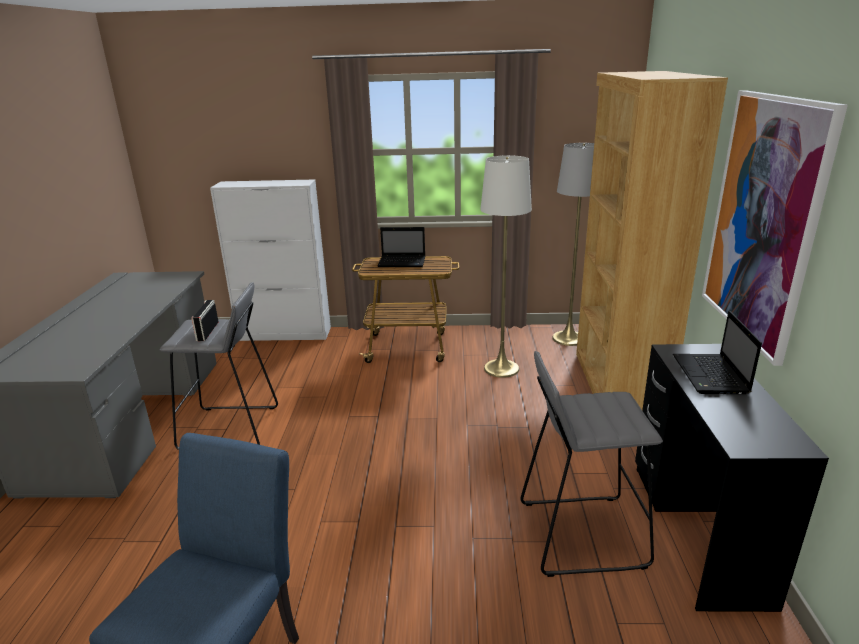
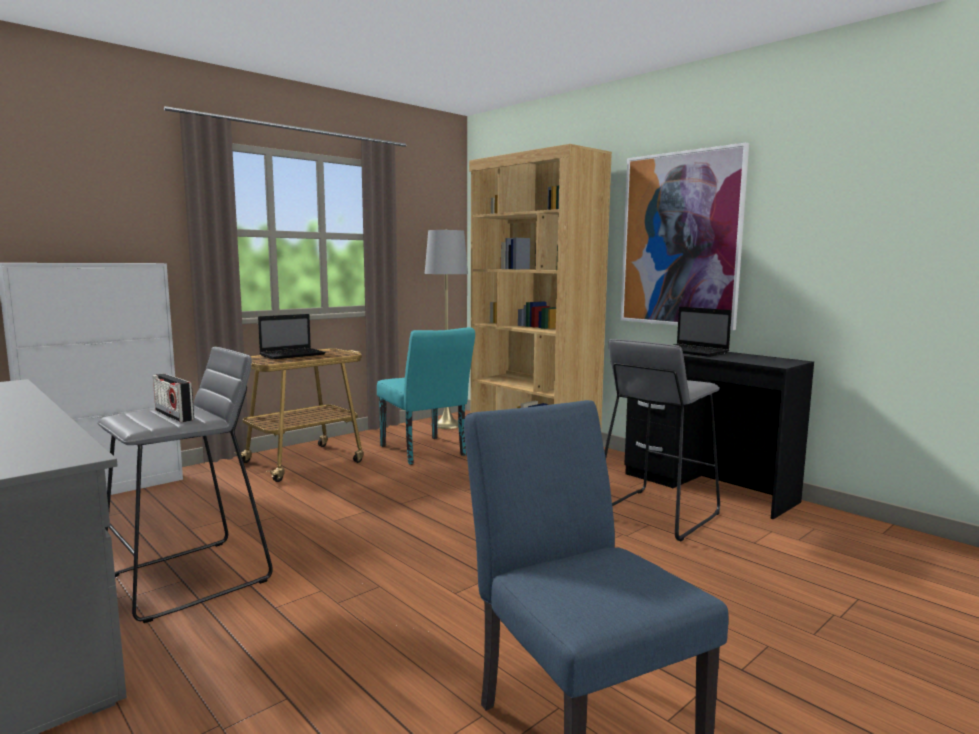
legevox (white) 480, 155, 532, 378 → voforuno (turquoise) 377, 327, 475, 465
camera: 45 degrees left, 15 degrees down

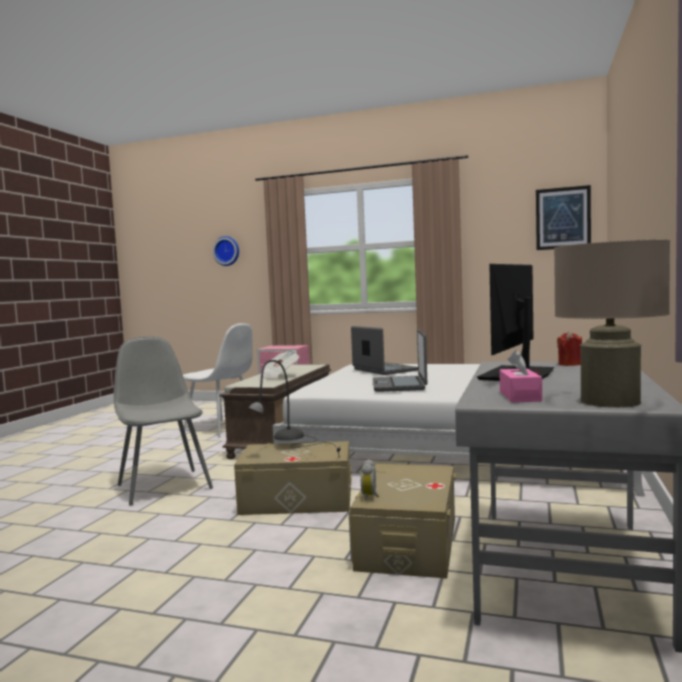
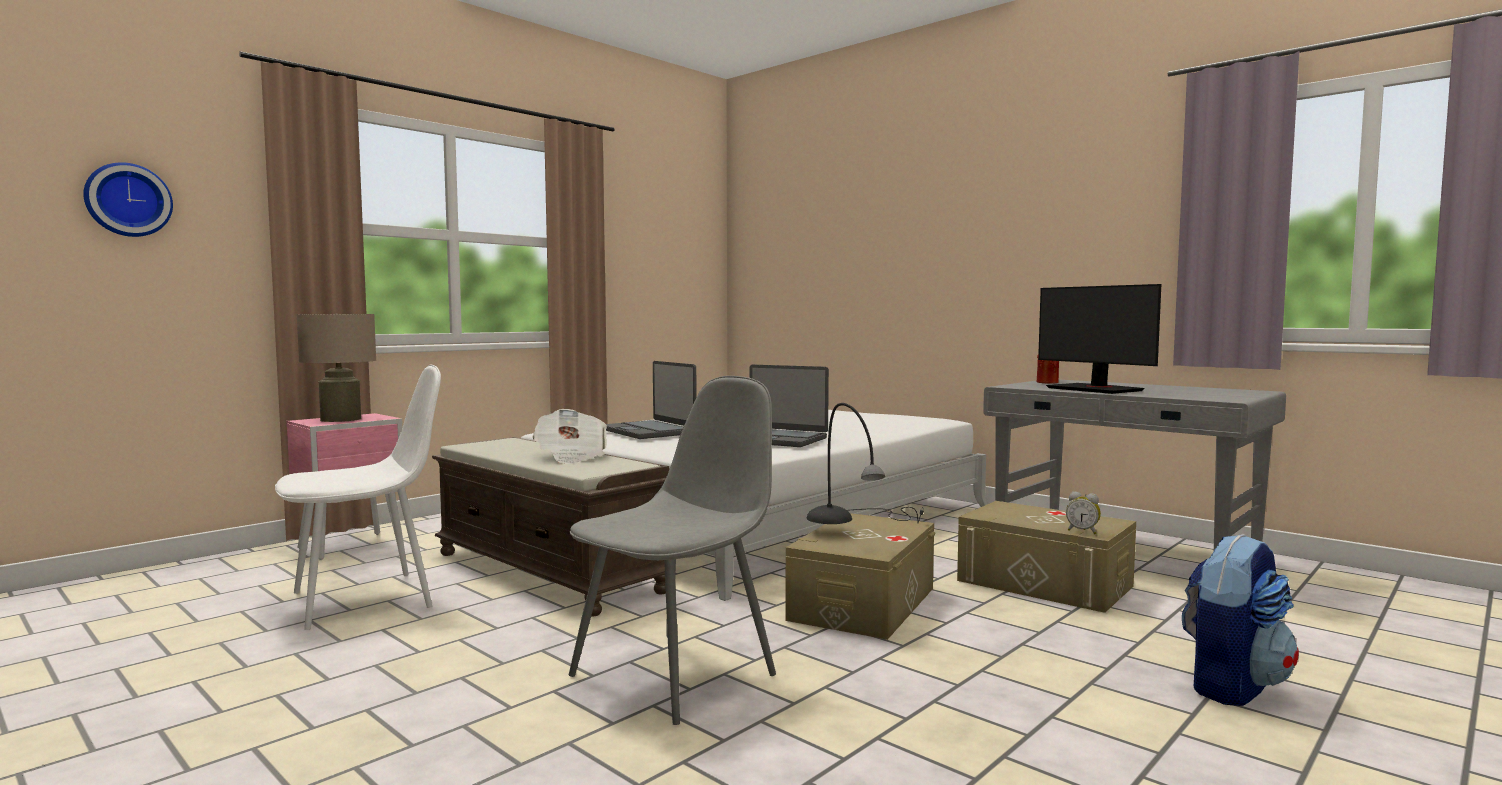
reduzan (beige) 554, 240, 670, 408 → reduzan (beige) 296, 314, 376, 422, relocated
voforuno (grey) 114, 336, 213, 506 → voforuno (grey) 569, 376, 776, 725, 135 degrees clockwise
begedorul 351, 326, 418, 375 → begedorul 606, 361, 697, 439, 120 degrees counterclockwise
- → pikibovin 1182, 534, 1299, 706
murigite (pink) 499, 350, 542, 402 → -
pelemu 536, 185, 591, 250 → -
camera: 65 degrees left, 0 degrees up

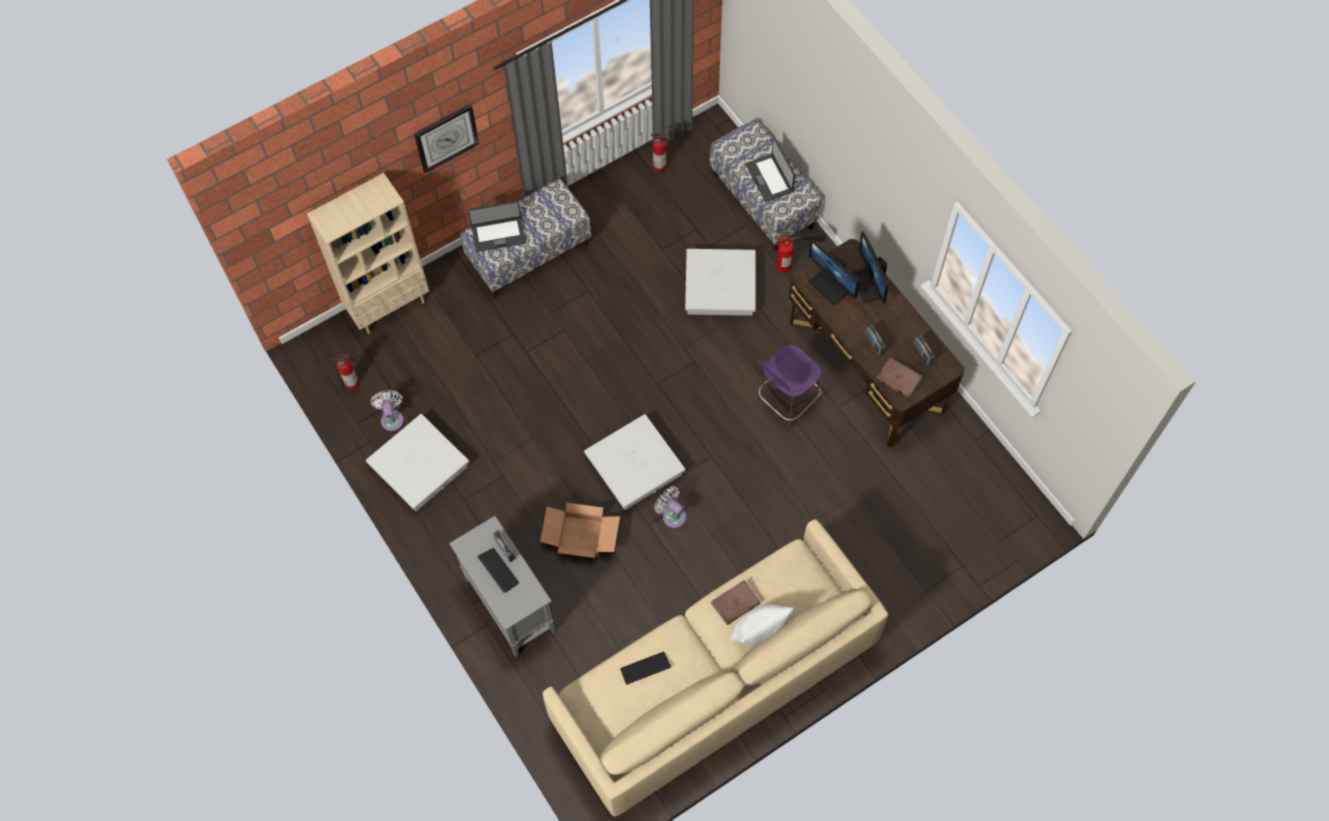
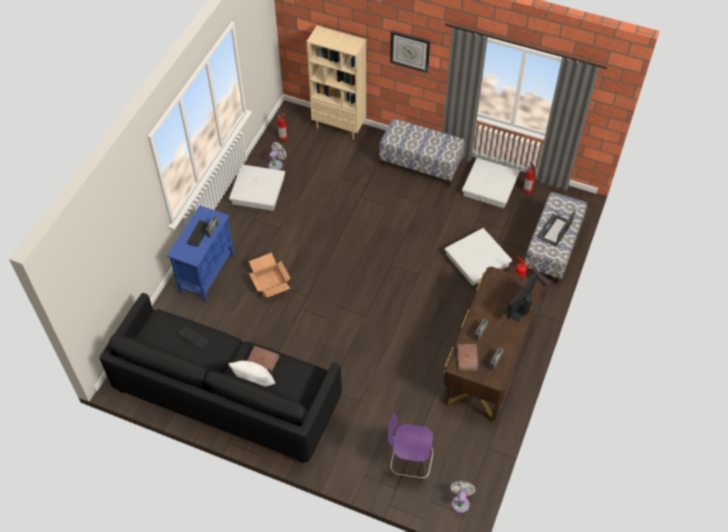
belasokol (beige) 543, 519, 888, 816 → belasokol (black) 100, 293, 342, 463
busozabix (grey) 449, 516, 555, 657 → busozabix (blue) 167, 206, 234, 302
voforuno (purple) 757, 345, 822, 429 → voforuno (purple) 387, 412, 433, 484, relocated
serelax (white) 654, 486, 686, 528 → serelax (white) 450, 481, 475, 513, relocated
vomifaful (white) 584, 414, 685, 510 → vomifaful (white) 462, 158, 520, 208, relocated
begedorul 468, 201, 526, 252 → -
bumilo 809, 239, 860, 305 → -
camera: 55 degrees right, 10 degrees down

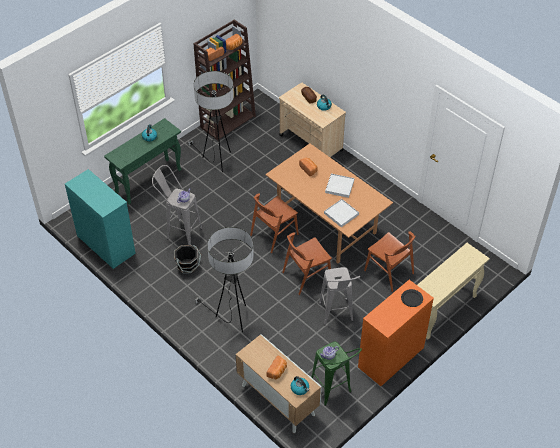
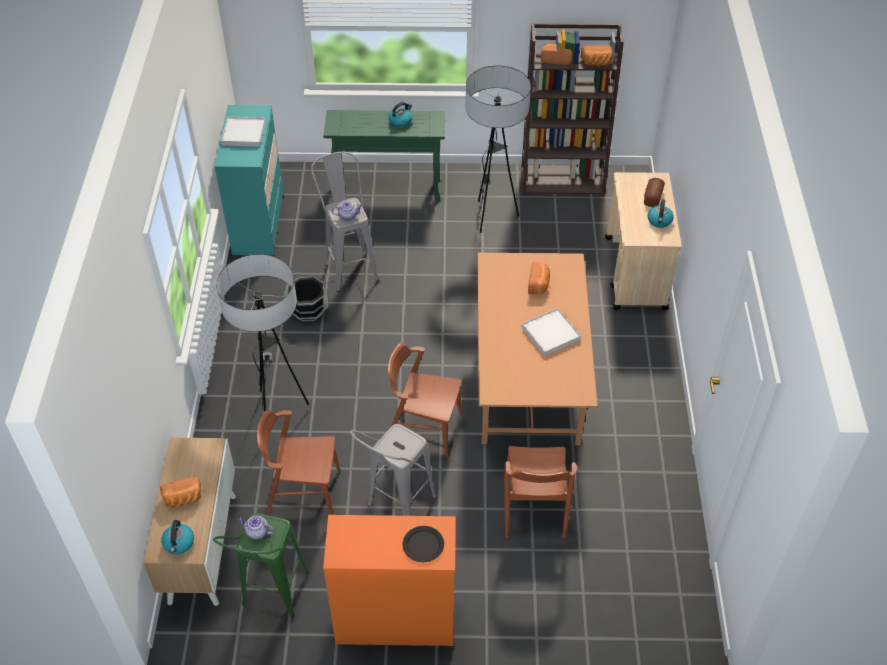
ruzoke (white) 324, 199, 359, 227 → ruzoke (white) 221, 117, 266, 147, relocated
voforuno (brown) 250, 193, 299, 253 → voforuno (brown) 257, 410, 340, 515, relocated
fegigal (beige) 417, 243, 490, 339 → -
camera: 45 degrees right, 0 degrees up

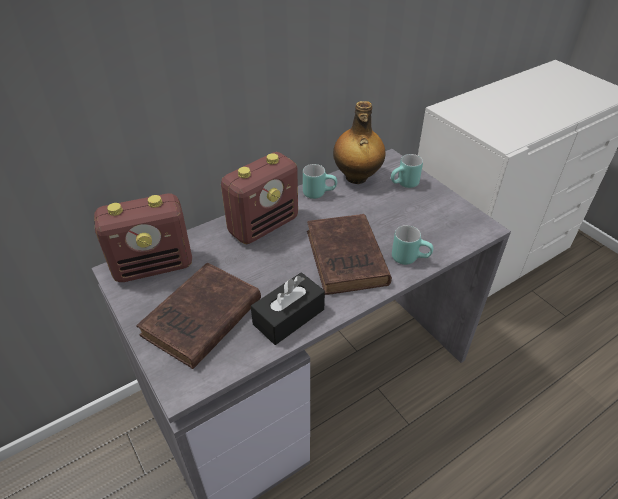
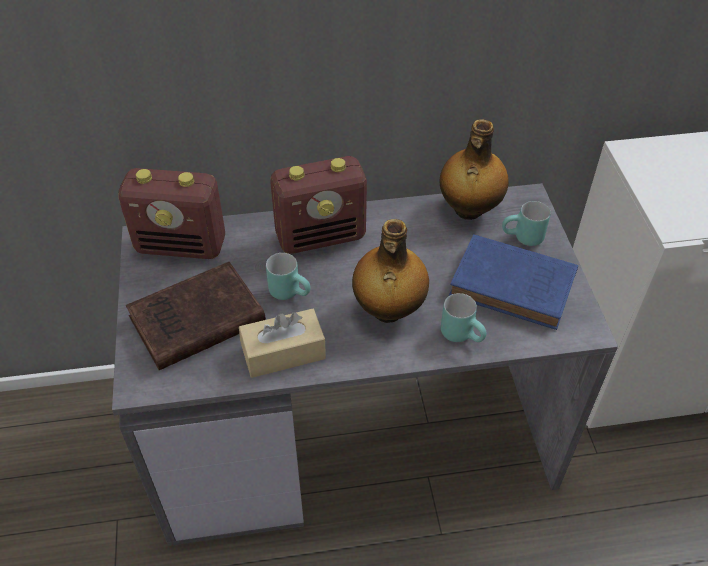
murigite (black) 251, 273, 325, 345 → murigite (beige) 239, 309, 326, 378
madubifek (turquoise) 303, 164, 337, 199 → madubifek (turquoise) 266, 253, 311, 300, relocated
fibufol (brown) 307, 214, 392, 295 → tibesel 352, 219, 429, 323
- → fibufol (blue) 449, 234, 578, 330
camera: 25 degrees right, 5 degrees up

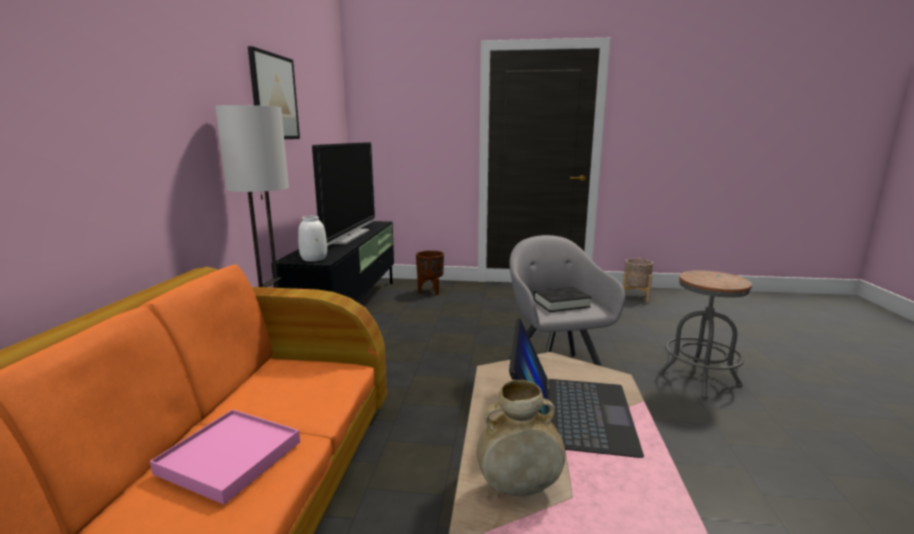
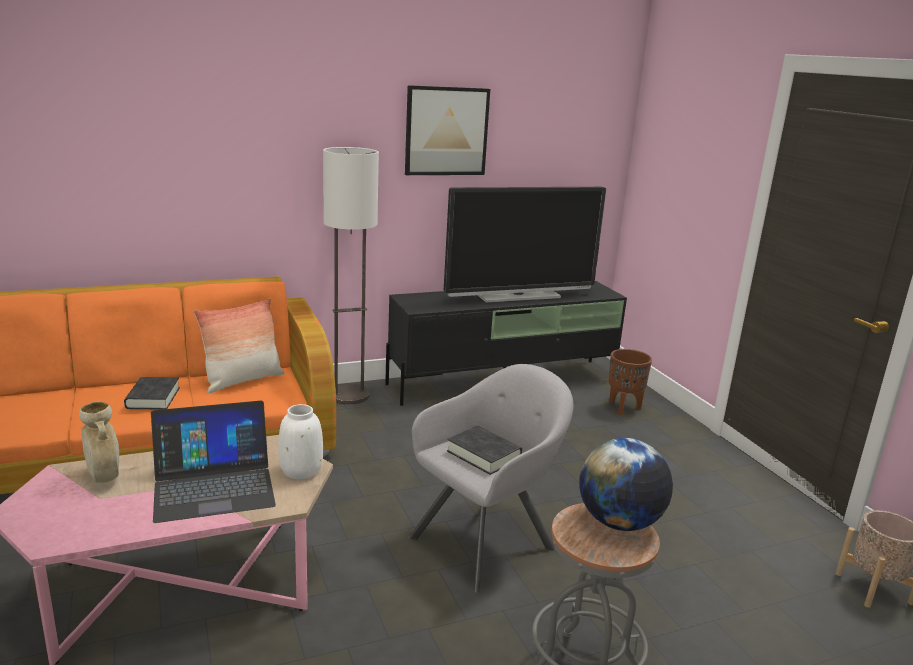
ruzoke (pink) 150, 409, 300, 505 → fibufol (black) 124, 377, 180, 410
- → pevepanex 194, 298, 284, 393
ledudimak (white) 298, 216, 327, 262 → ledudimak (white) 278, 404, 323, 479, relocated
- → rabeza 579, 438, 673, 531
camera: 60 degrees right, 5 degrees up

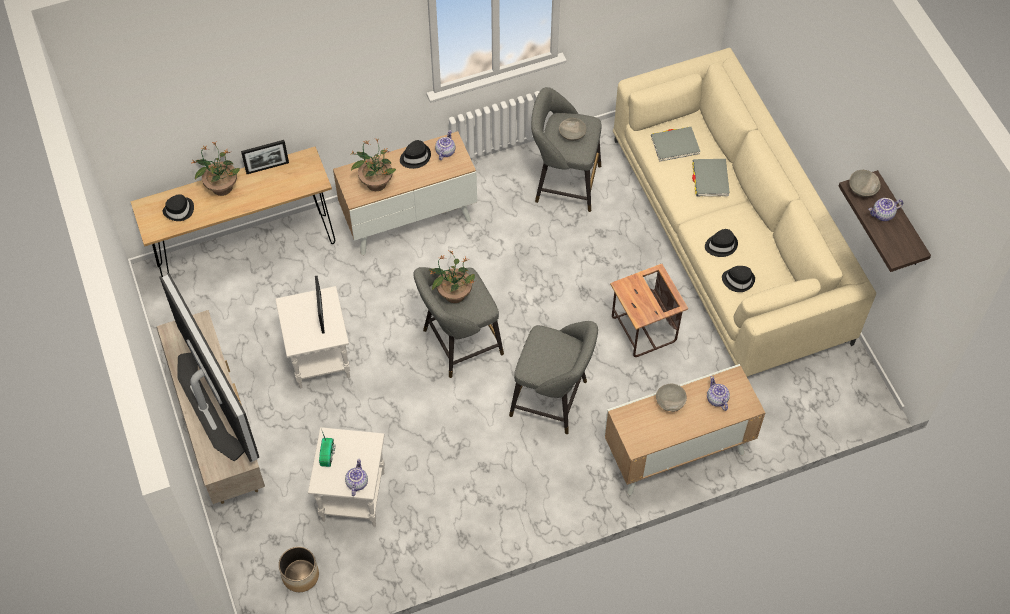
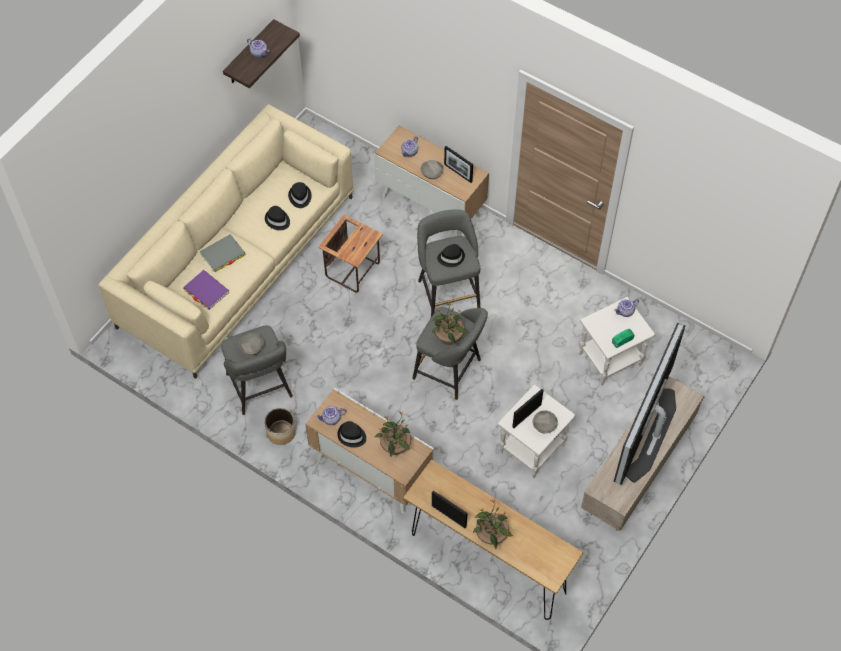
fibufol (grey) 651, 127, 700, 162 → fibufol (purple) 183, 270, 229, 310
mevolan 278, 546, 319, 592 → mevolan 265, 408, 296, 445, relocated
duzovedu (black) 163, 194, 194, 221 → duzovedu (black) 437, 244, 465, 267, relocated
- → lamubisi 444, 146, 473, 183
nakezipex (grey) 849, 170, 881, 197 → nakezipex (grey) 532, 410, 558, 433, relocated
camera: 125 degrees left, 0 degrees up

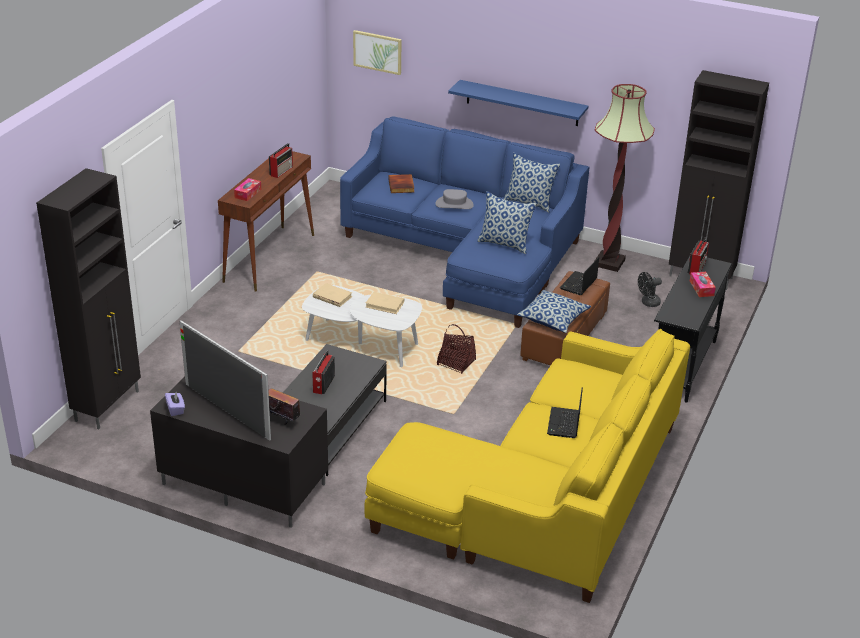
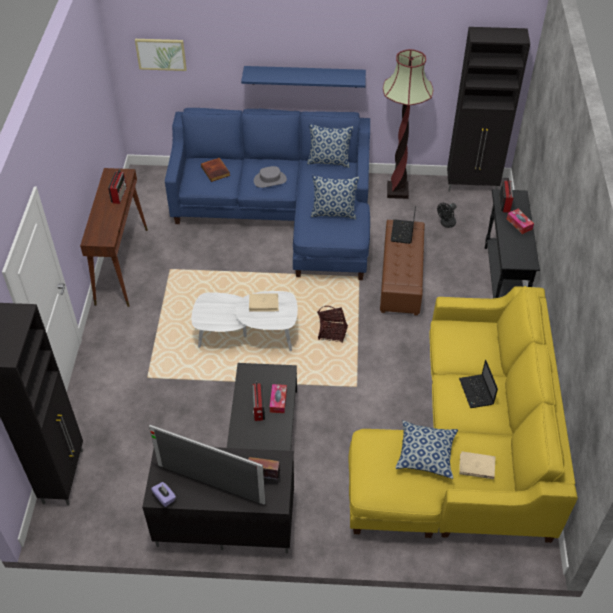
murigite 234, 178, 261, 201 → murigite 270, 384, 287, 413, relocated
pevepanex 517, 290, 591, 333 → pevepanex 395, 421, 458, 479, relocated
fibufol (beige) 313, 283, 352, 307 → fibufol (beige) 459, 451, 496, 479, relocated
camera: 20 degrees left, 15 degrees up

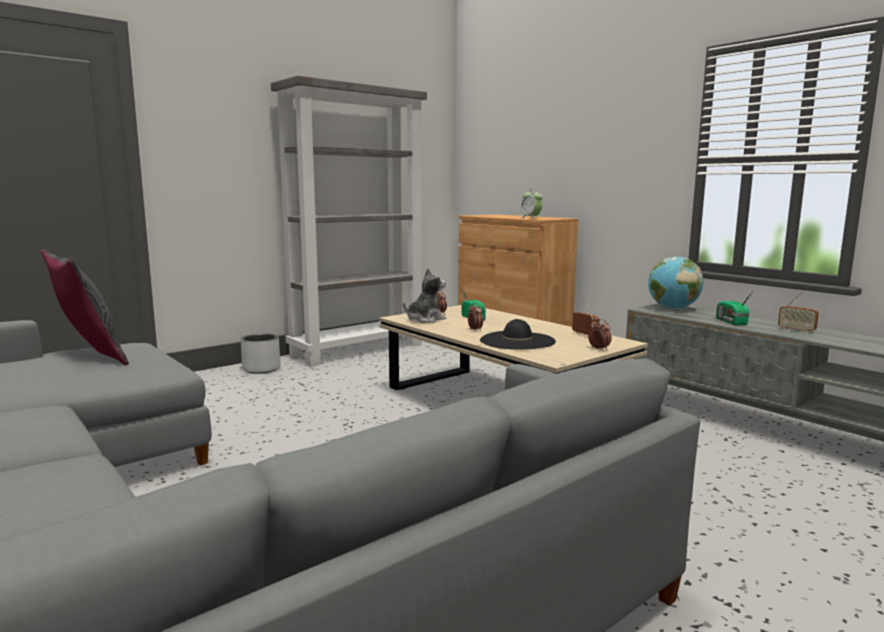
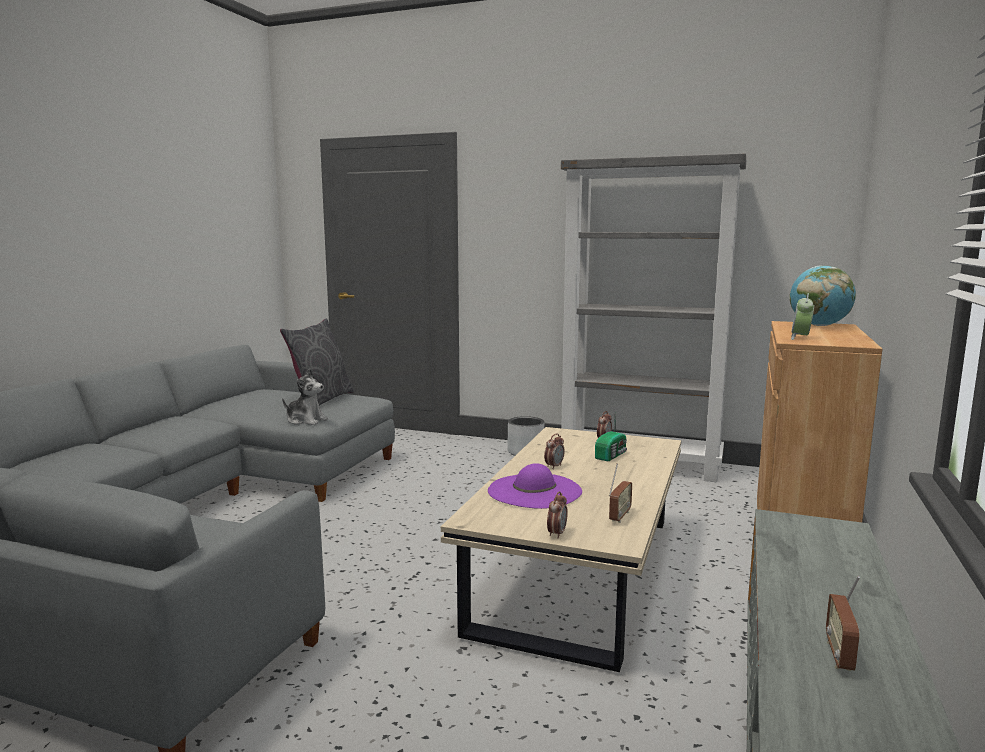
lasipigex 403, 268, 446, 323 → lasipigex 282, 369, 328, 425, relocated
duzovedu (black) 480, 319, 556, 350 → duzovedu (purple) 488, 463, 582, 509
rabeza 648, 257, 703, 309 → rabeza 790, 266, 856, 326, relocated
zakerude 716, 290, 754, 325 → -
camera: 60 degrees right, 0 degrees up

